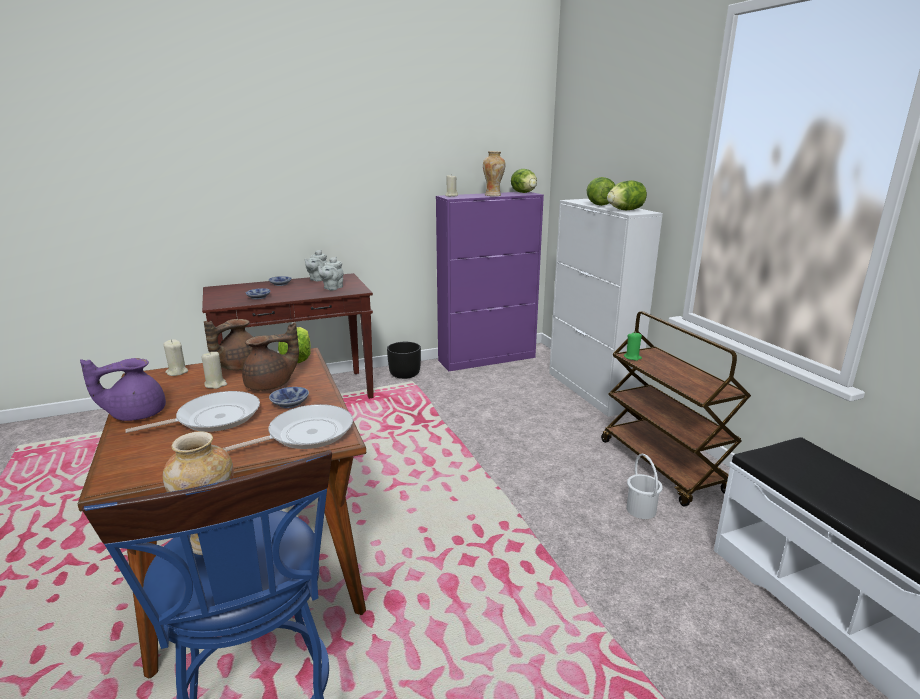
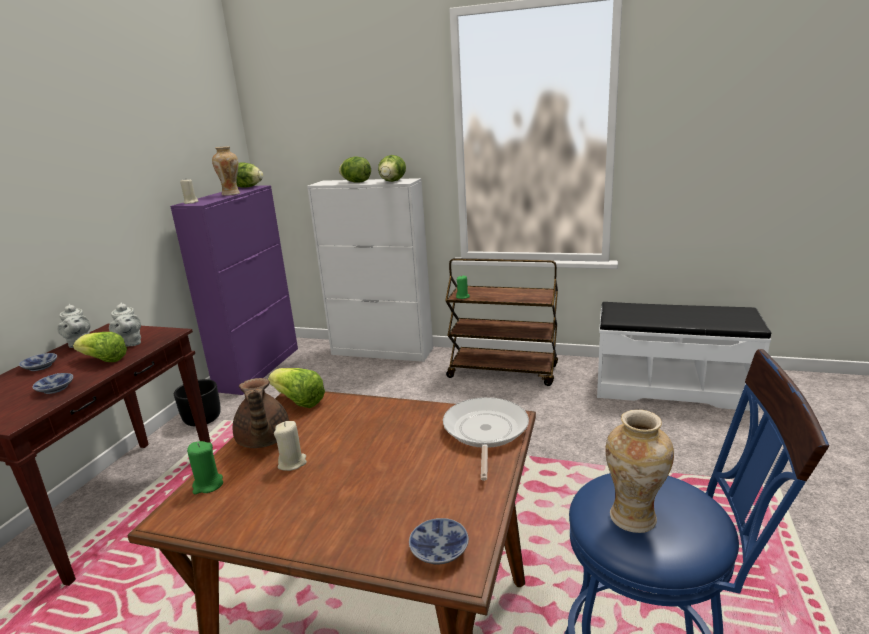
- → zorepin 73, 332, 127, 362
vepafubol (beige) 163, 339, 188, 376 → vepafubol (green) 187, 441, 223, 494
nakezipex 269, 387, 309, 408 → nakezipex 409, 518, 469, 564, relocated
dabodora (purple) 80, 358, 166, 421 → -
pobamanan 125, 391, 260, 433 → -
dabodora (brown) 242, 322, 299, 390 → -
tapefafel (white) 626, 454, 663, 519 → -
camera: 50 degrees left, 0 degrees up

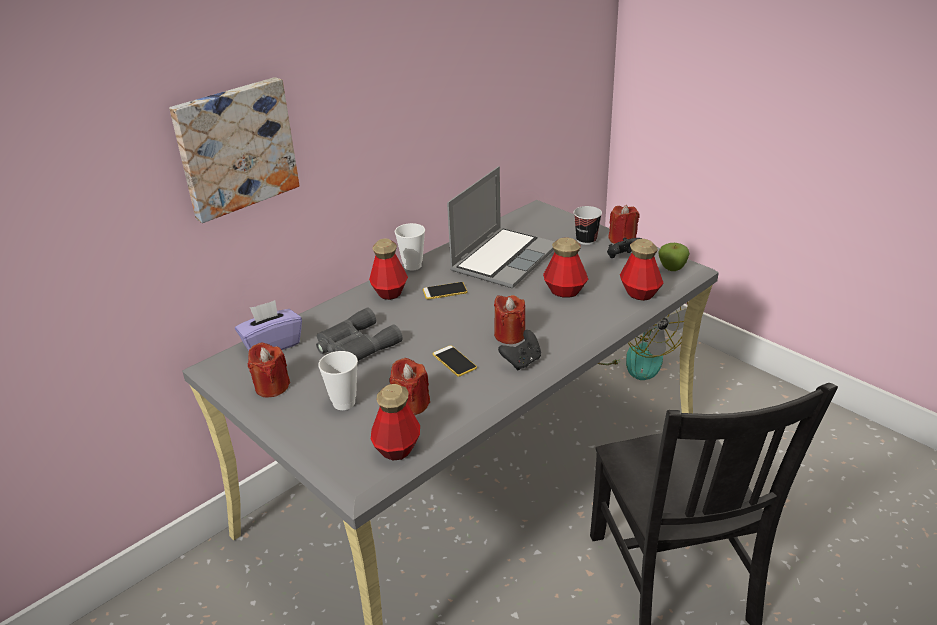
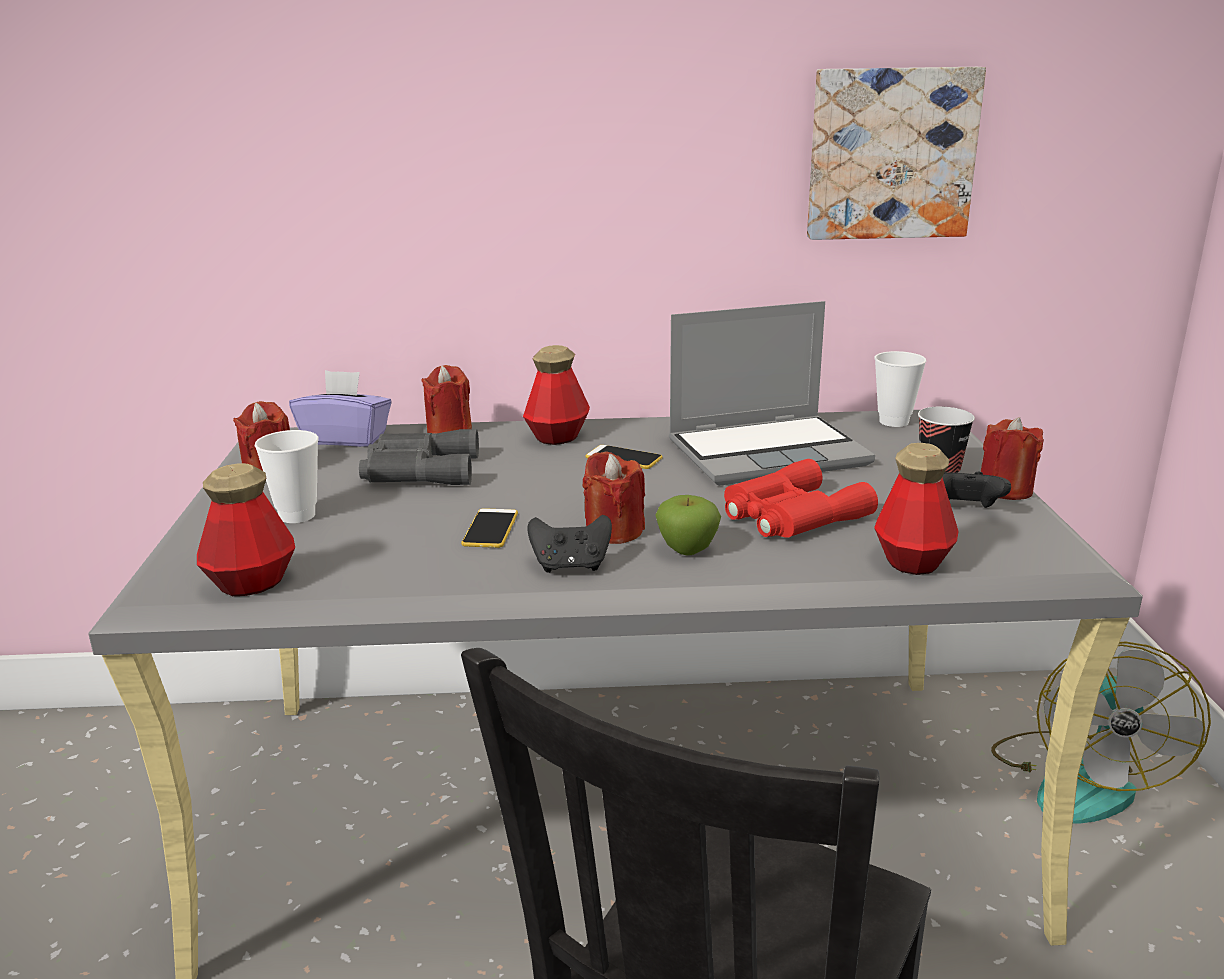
vepafubol (red) 389, 358, 430, 415 → vepafubol (red) 421, 365, 472, 434, relocated
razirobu 658, 243, 690, 271 → razirobu 655, 495, 721, 555, relocated
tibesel 543, 238, 588, 298 → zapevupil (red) 724, 459, 878, 538
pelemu 169, 77, 299, 223 → pelemu 807, 67, 986, 240, relocated
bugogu 395, 223, 425, 271 → bugogu 875, 351, 926, 427, relocated
camera: 40 degrees right, 10 degrees down

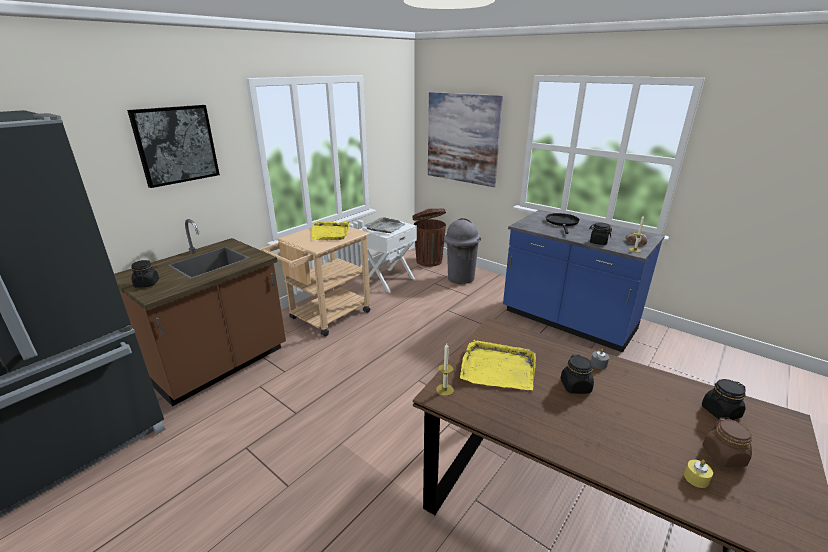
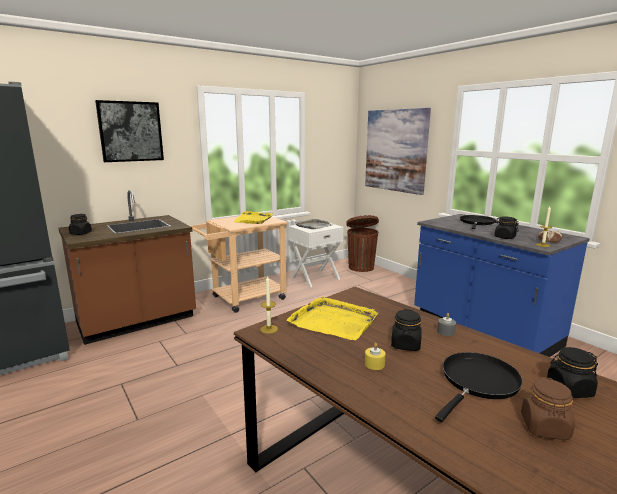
vepafubol (yellow) 684, 460, 713, 488 → vepafubol (yellow) 365, 343, 386, 370, relocated
- → pobamanan (black) 435, 352, 523, 422
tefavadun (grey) 444, 218, 481, 284 → -
camera: 15 degrees right, 10 degrees down

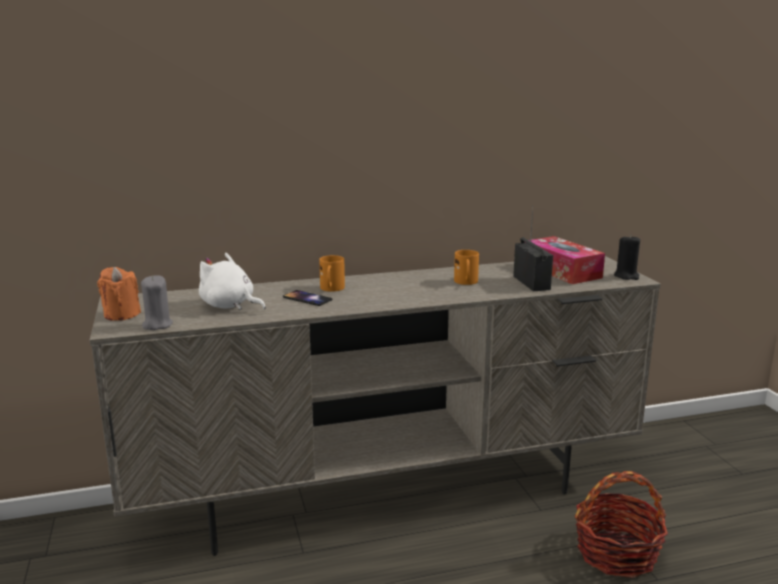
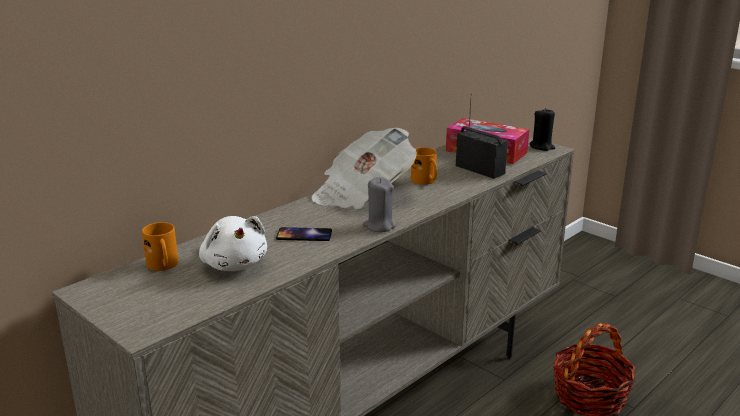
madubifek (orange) 319, 255, 345, 292 → madubifek (orange) 142, 222, 178, 271, relocated
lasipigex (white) 199, 253, 266, 310 → lasipigex (white) 199, 216, 267, 271, 120 degrees counterclockwise
- → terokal 311, 128, 417, 209
vepafubol (grey) 141, 275, 173, 330 → vepafubol (grey) 363, 177, 396, 232, relocated
vepafubol (orange) 97, 267, 141, 321 → -
camera: 30 degrees left, 5 degrees up

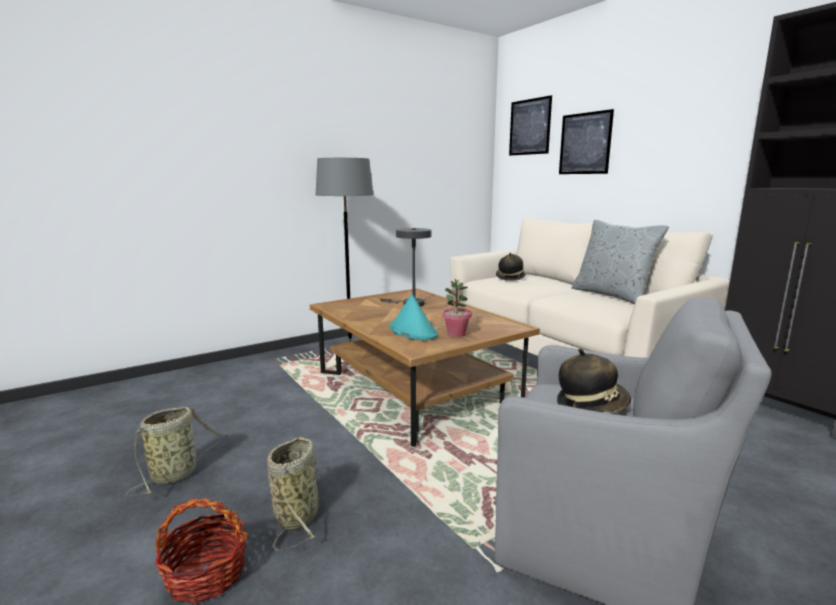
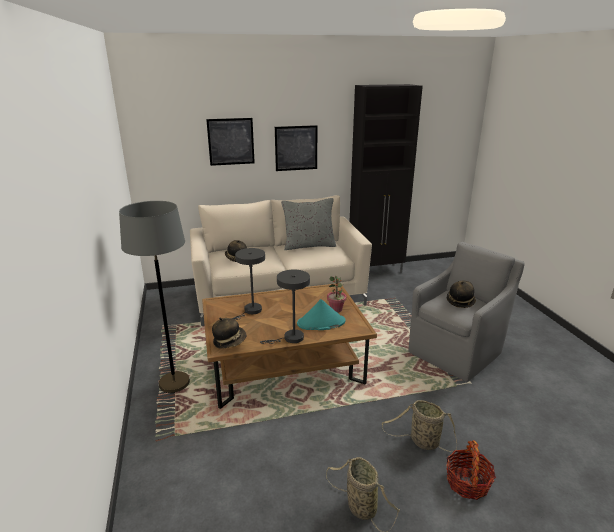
- → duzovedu 212, 317, 247, 349
- → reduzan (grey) 260, 270, 310, 344
pelemu 509, 95, 552, 156 → pelemu 275, 125, 318, 171, relocated
camera: 70 degrees left, 10 degrees up

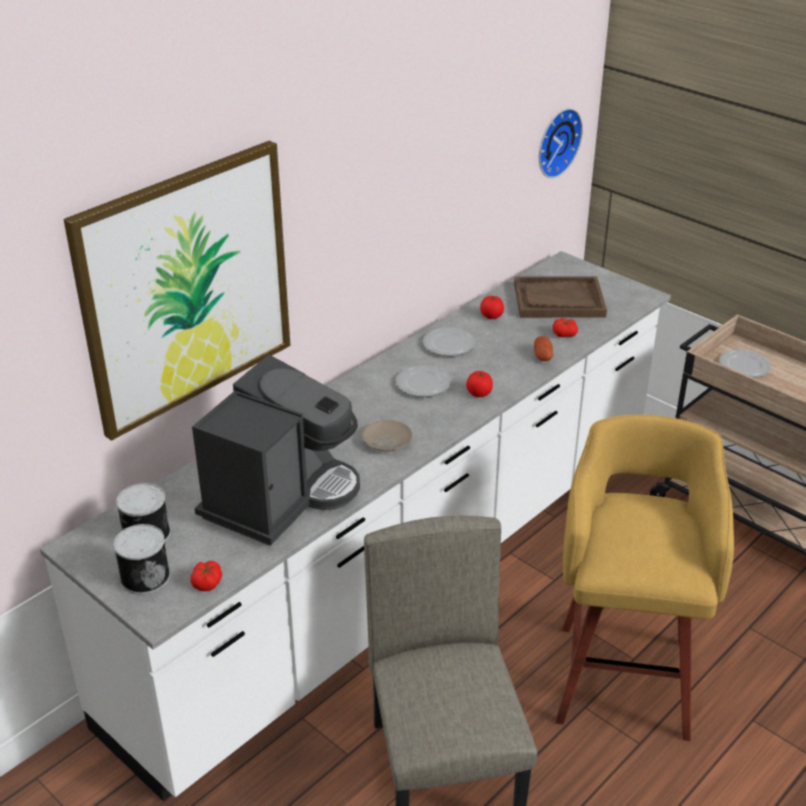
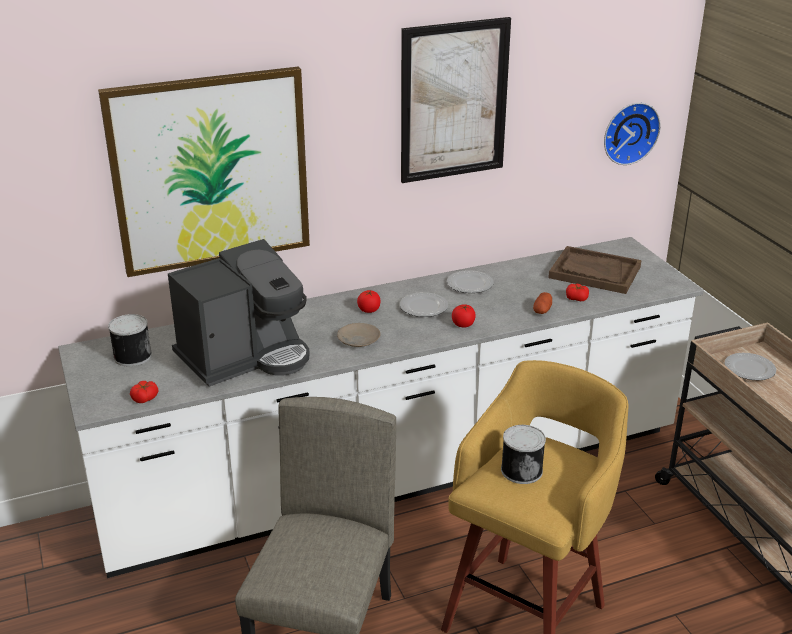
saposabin 480, 296, 504, 319 → saposabin 357, 290, 381, 313, relocated
- → pelemu 401, 17, 511, 183
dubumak 113, 524, 170, 595 → dubumak 501, 425, 546, 484, relocated
camera: 25 degrees right, 5 degrees down

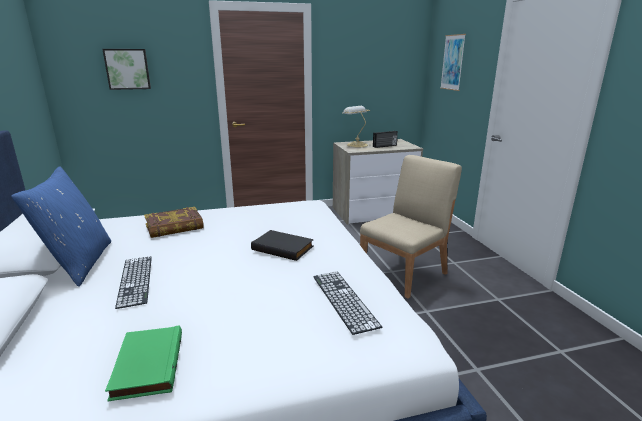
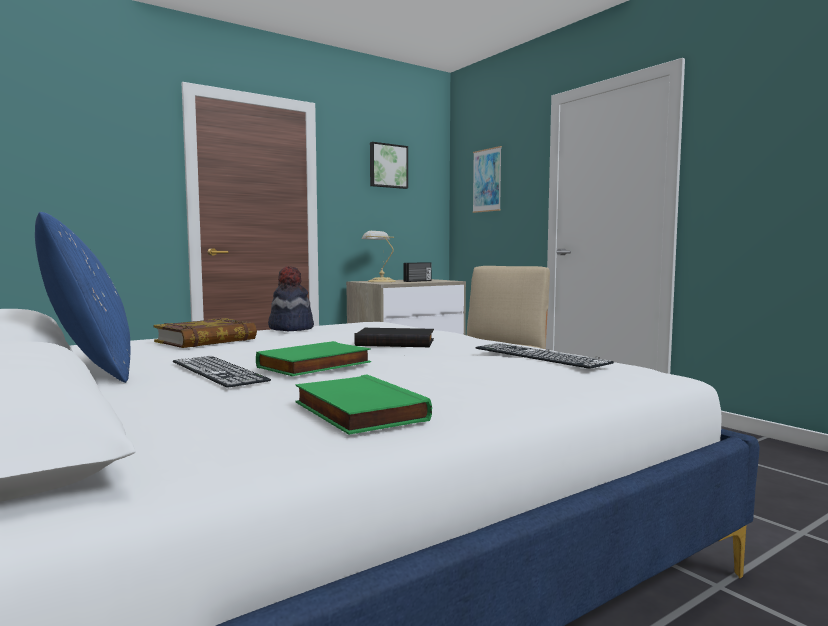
- → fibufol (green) 256, 341, 371, 376
- → duzovedu 268, 266, 314, 331
pelemu 102, 49, 151, 90 → pelemu 370, 142, 408, 189, relocated
camera: 20 degrees left, 15 degrees down

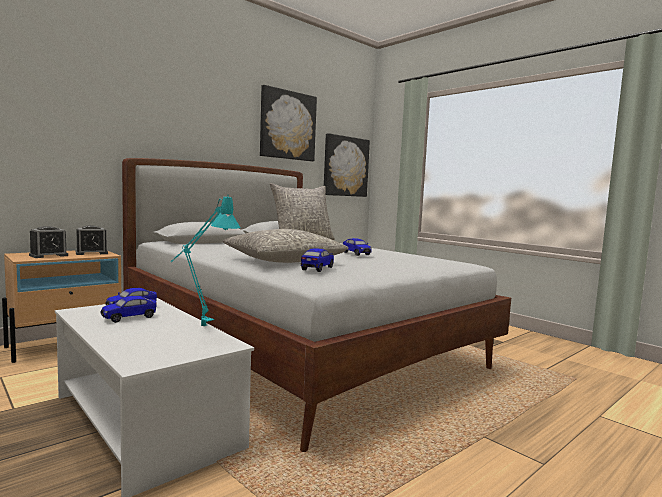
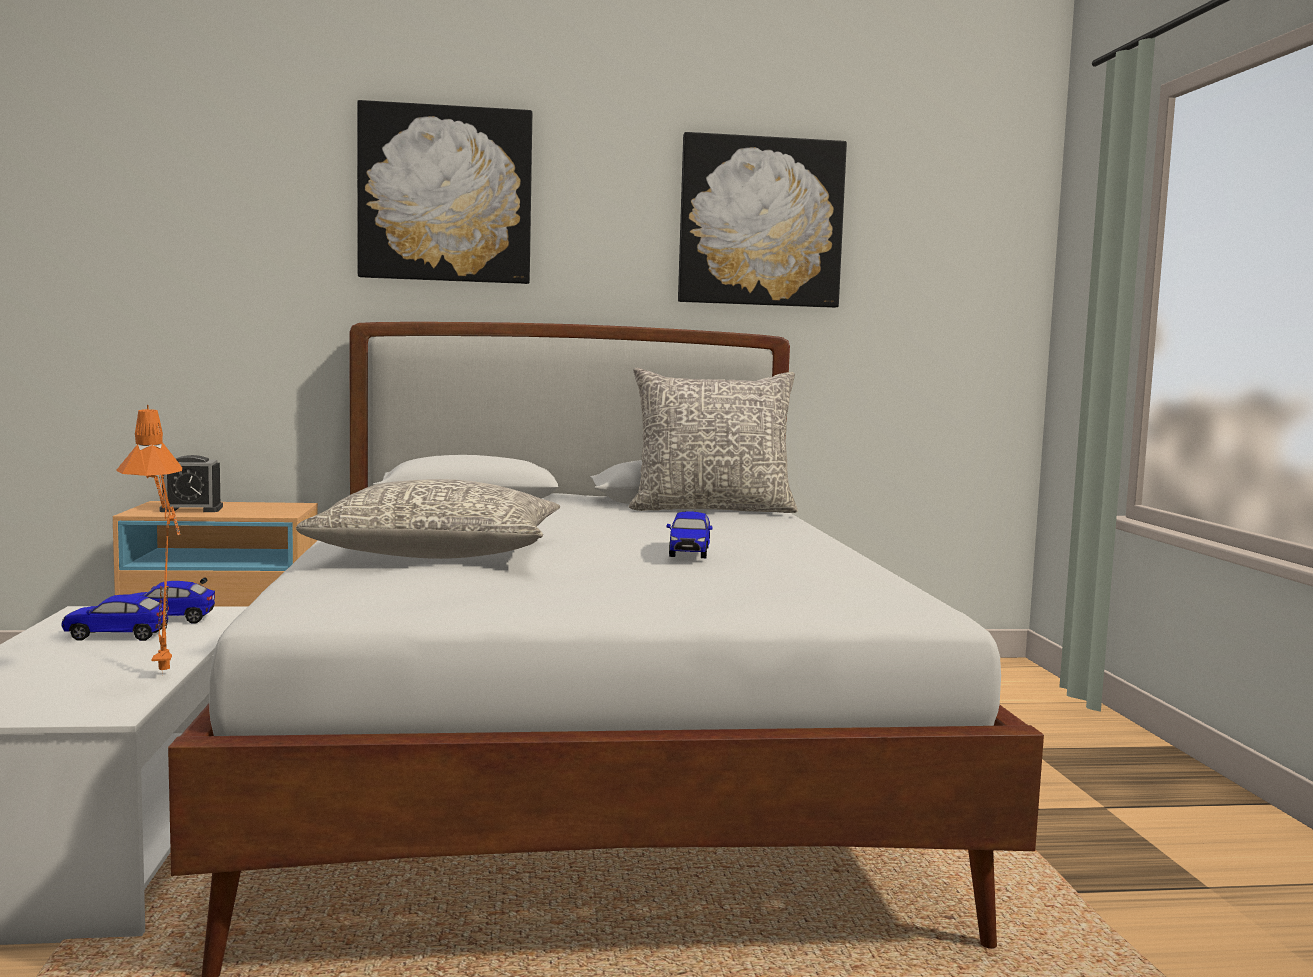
reduzan (turquoise) 171, 194, 241, 326 → reduzan (orange) 116, 405, 182, 672
pelemu 324, 133, 370, 197 → pelemu 357, 100, 532, 284, relocated
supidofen 76, 225, 108, 255 → -
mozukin 301, 248, 334, 272 → -
camera: 35 degrees right, 0 degrees up

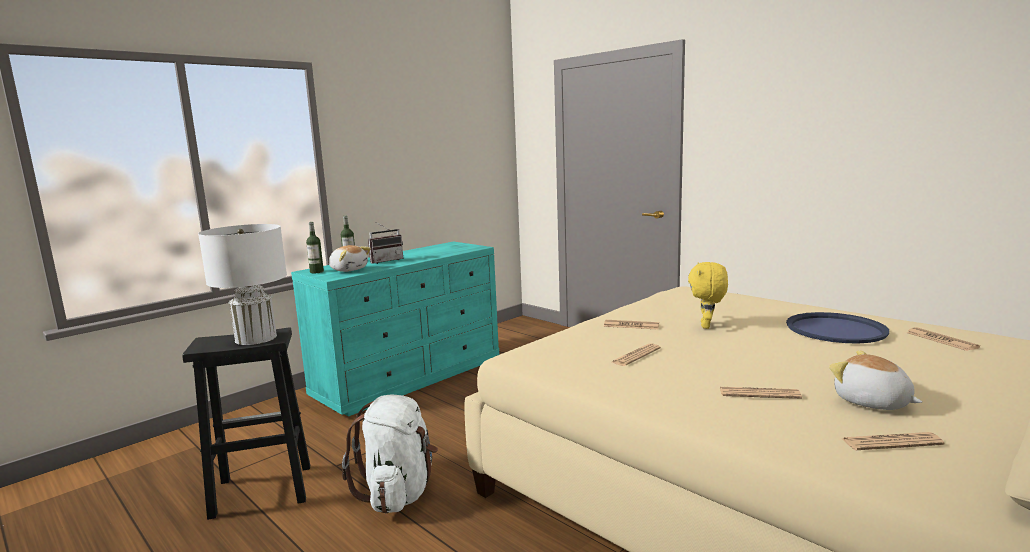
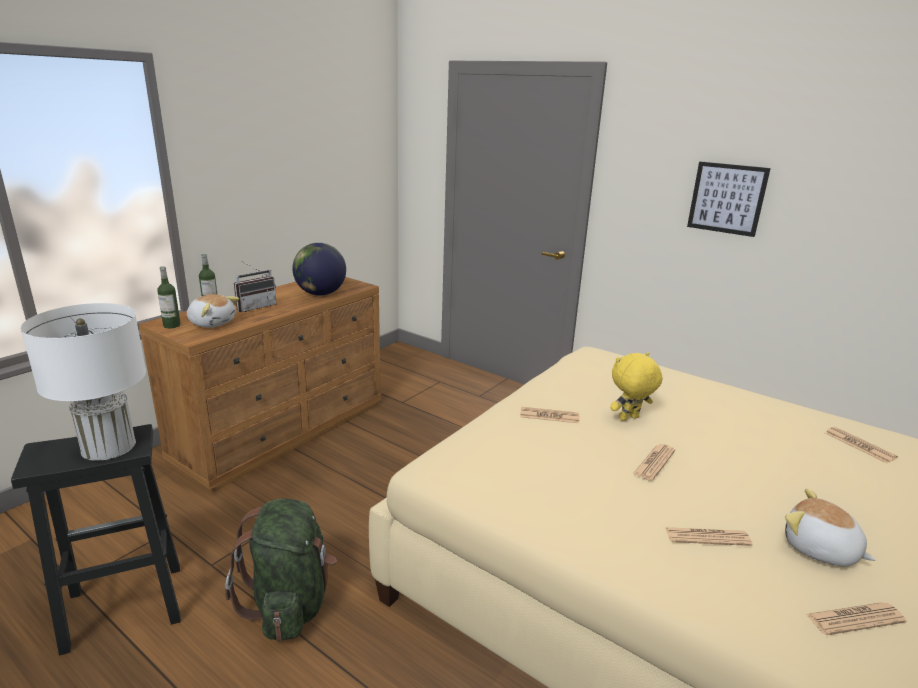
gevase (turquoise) 291, 241, 499, 417 → gevase (brown) 139, 277, 381, 490
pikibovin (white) 342, 394, 438, 514 → pikibovin (green) 225, 498, 337, 641
- → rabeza 292, 243, 346, 296
lasipigex (yellow) 688, 262, 728, 329 → lasipigex (yellow) 610, 352, 662, 421, 60 degrees clockwise
terokal 612, 343, 661, 366 → terokal 633, 444, 675, 481, relocated
- → pelemu 687, 161, 771, 237
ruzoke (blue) 786, 312, 889, 343 → -
camera: 10 degrees left, 10 degrees up

